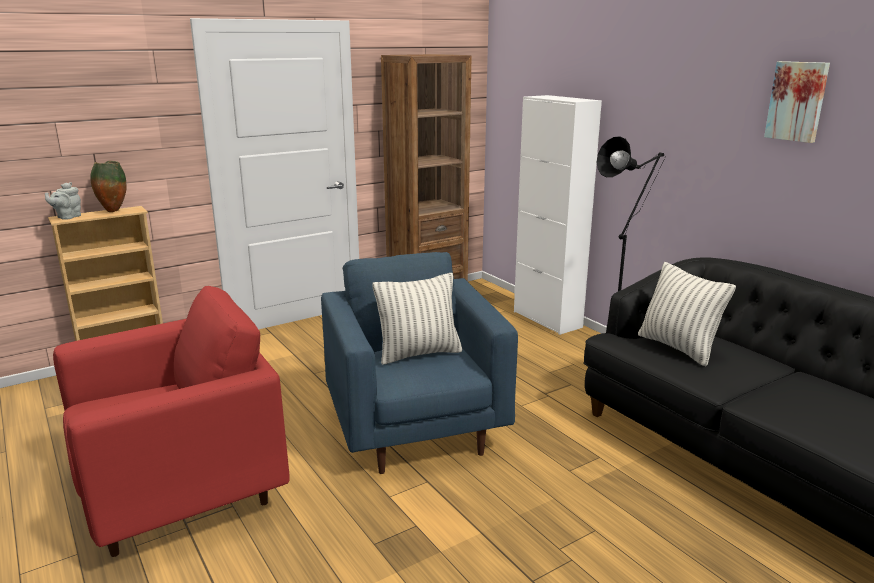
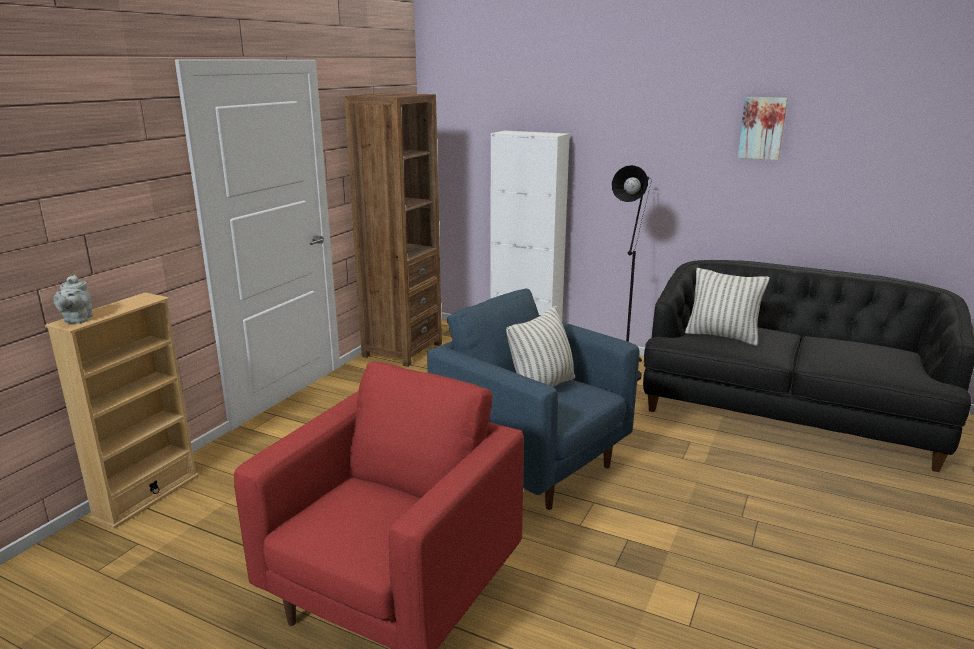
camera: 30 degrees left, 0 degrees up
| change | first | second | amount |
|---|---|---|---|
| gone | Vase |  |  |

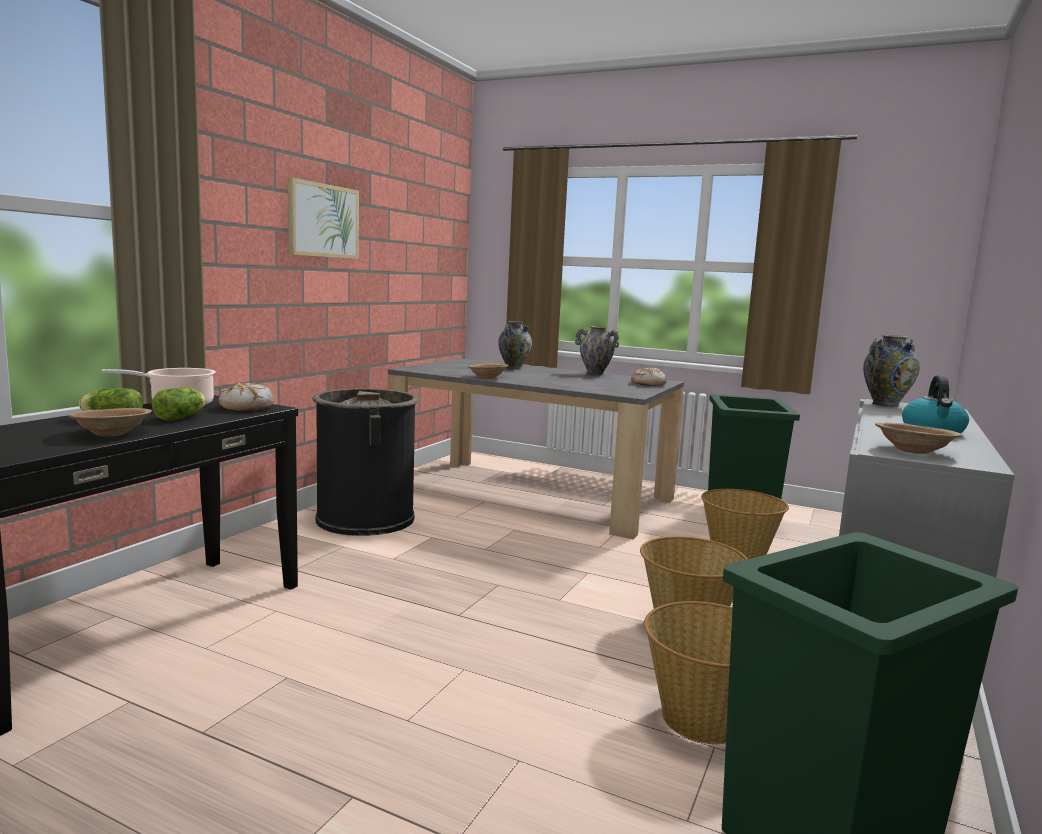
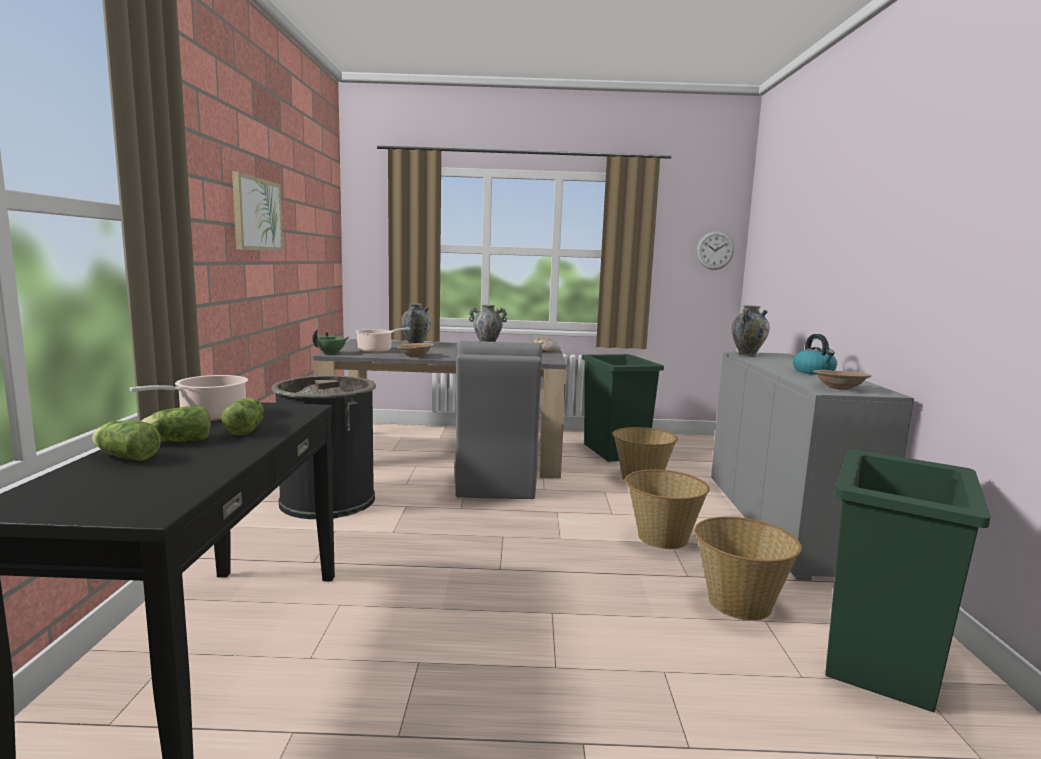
camera: 25 degrees left, 0 degrees up
| change | first | second | amount |
|---|---|---|---|
| gone | Brot (no. 1 from left) |  |  |
| gone | Schüssel [braun] (no. 1 from left) |  |  |
| new |  | Wanduhr |  |
| new |  | Kochtopf (no. 2 from left) |  |
| new |  | Teekanne [grün] |  |
| new |  | Stuhl [grau] |  |
| new |  | Salatkopf (no. 1 from left) |  |

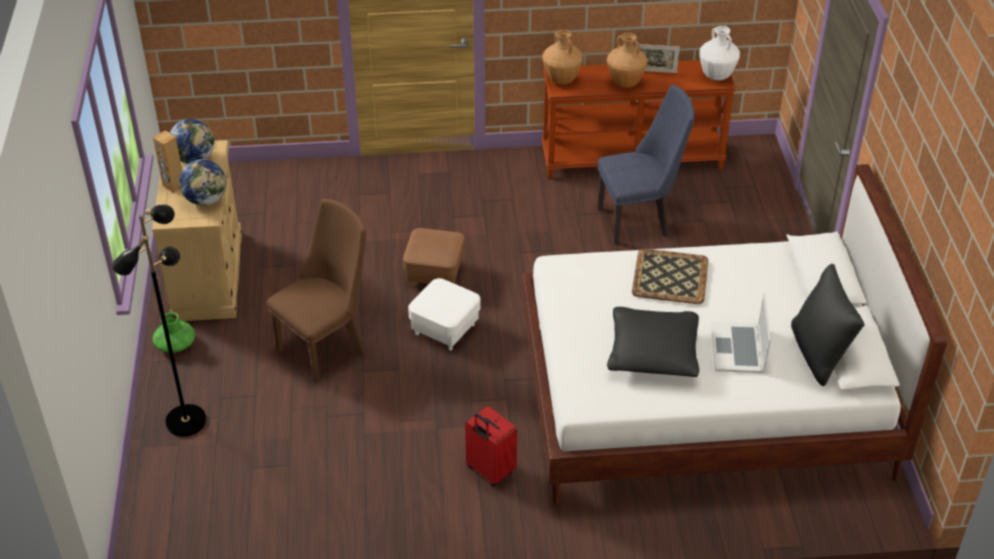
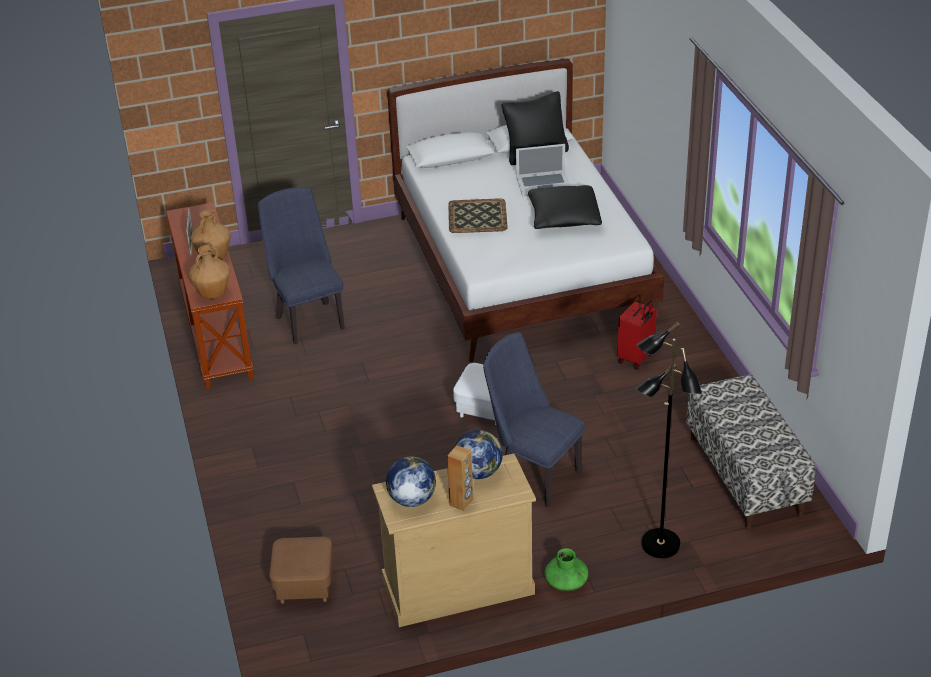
camera: 100 degrees left, 5 degrees down
| change | first | second | amount |
|---|---|---|---|
| gone | Vase [weiß] |  |  |
| repainted | Stuhl [braun] | Stuhl [blau] (no. 2 from left) |  |
| shifted | Polsterhocker [braun] |  |  |
| new |  | Bank |  |

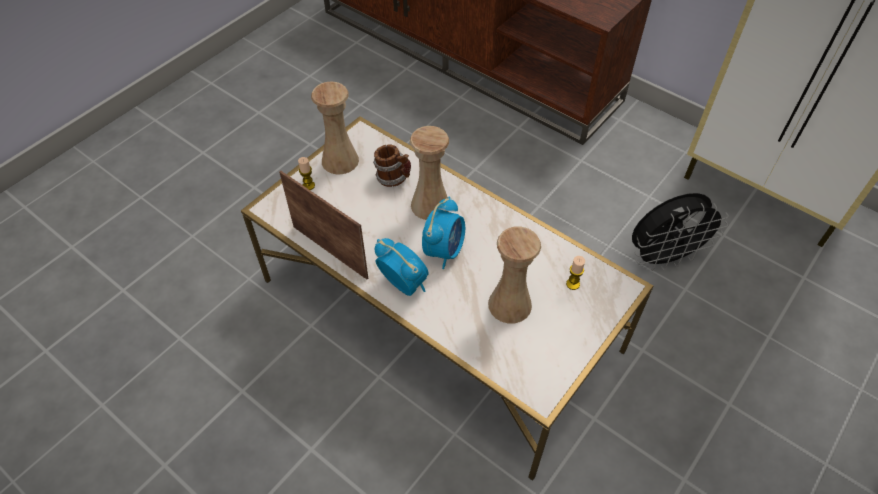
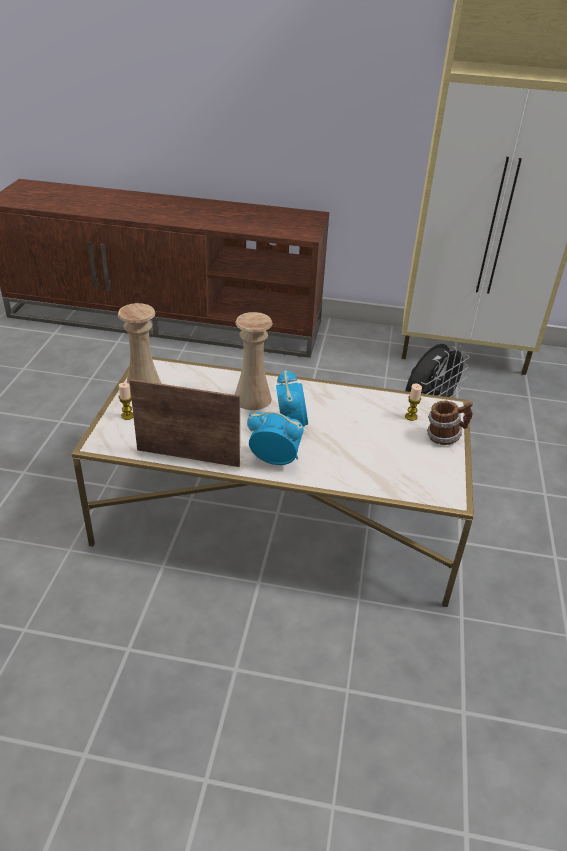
camera: 30 degrees left, 15 degrees down
| change | first | second | amount |
|---|---|---|---|
| shifted | Henkelbecher |  |  |
| gone | Vase [beige] (no. 3 from left) |  |  |

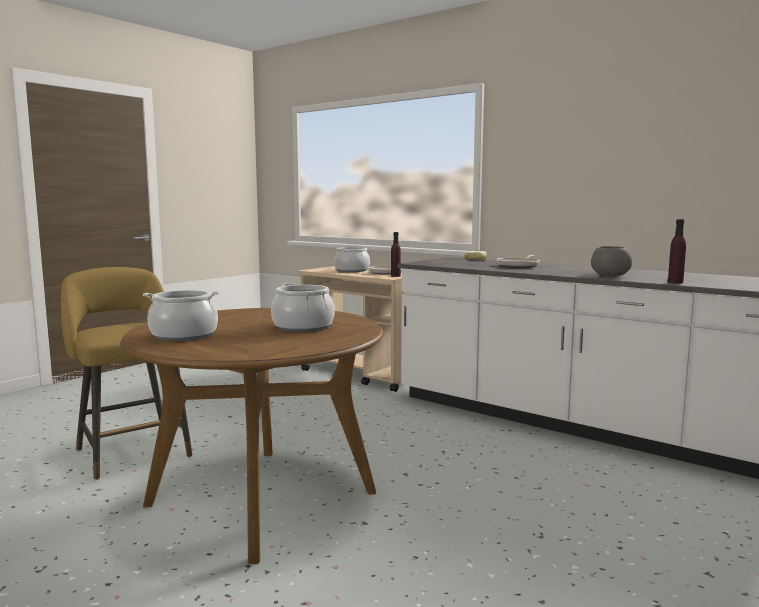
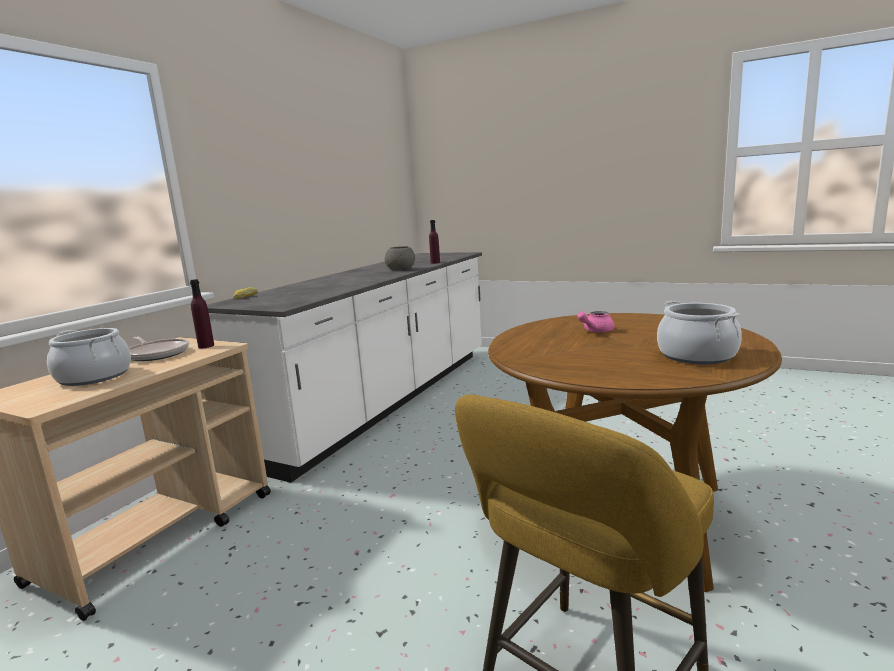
camera: 100 degrees left, 5 degrees up
| change | first | second | amount |
|---|---|---|---|
| gone | Pfanne (no. 2 from left) |  |  |
| swapped | Kochtopf (no. 2 from left) | Teekanne [rosa] |  |

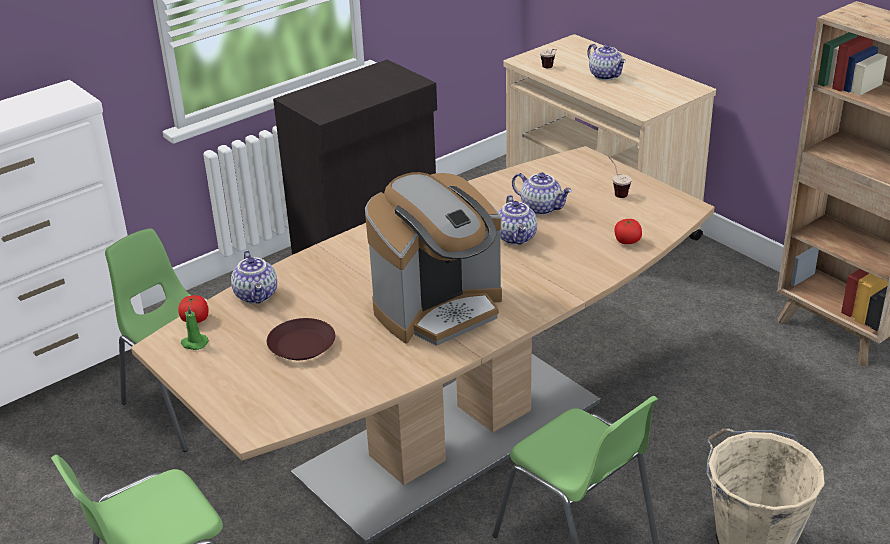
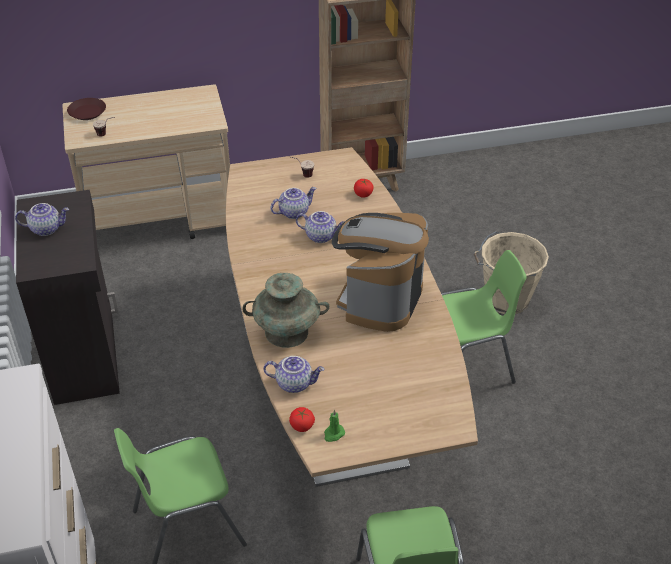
camera: 65 degrees left, 10 degrees up
| change | first | second | amount |
|---|---|---|---|
| shifted | Teekanne (no. 4 from left in the first image) | Teekanne (no. 1 from left) |  |
| rotated | Kaffeemaschine |  | 150 degrees counterclockwise |
| shifted | Teller [braun] |  |  |
| new |  | Vase [türkis] |  |

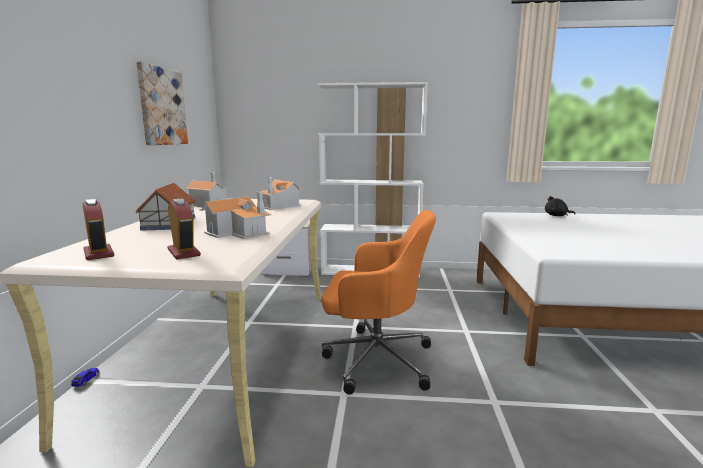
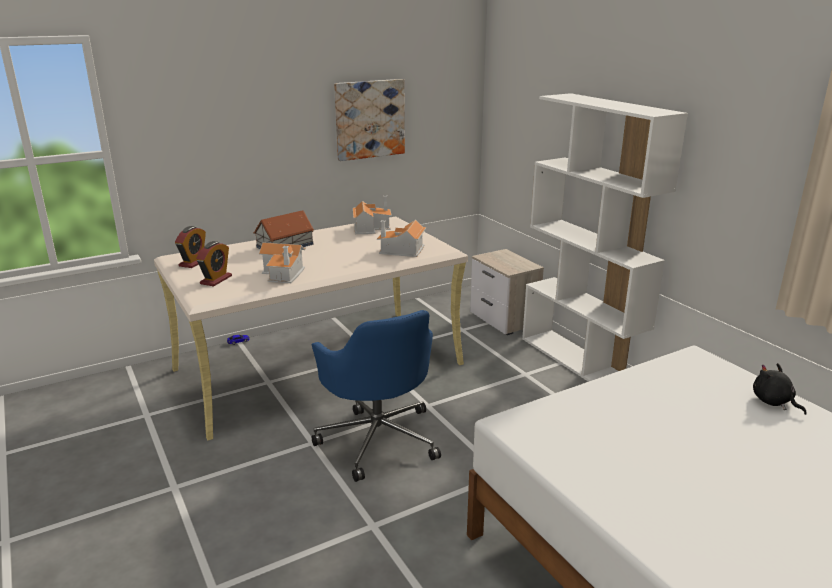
camera: 55 degrees right, 10 degrees up
| change | first | second | amount |
|---|---|---|---|
| repainted | Bürostuhl [orange] | Bürostuhl [blau] |  |

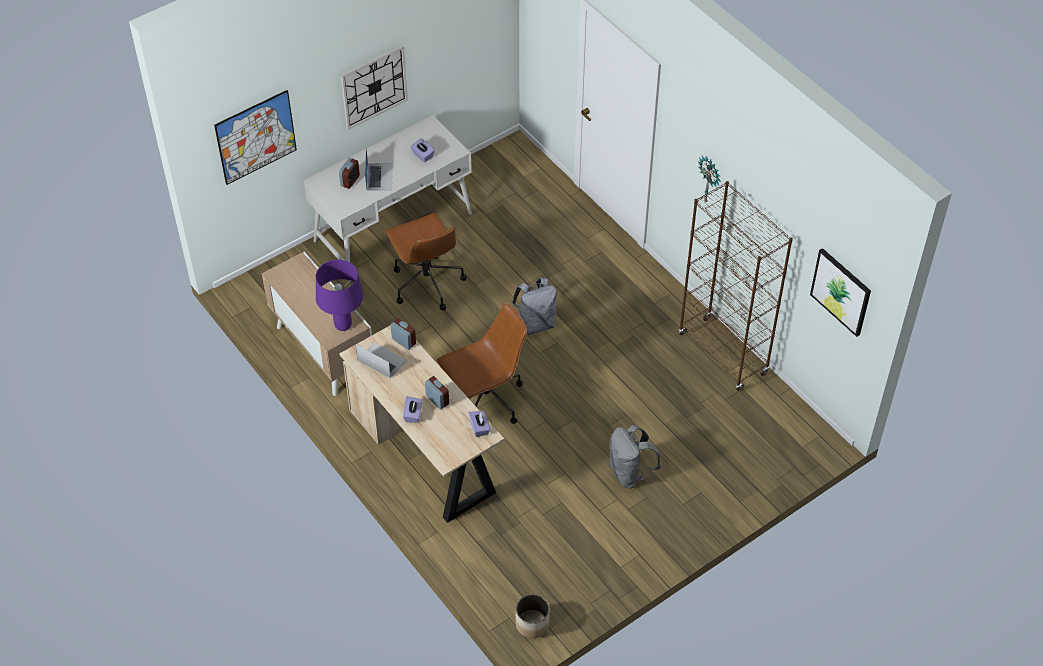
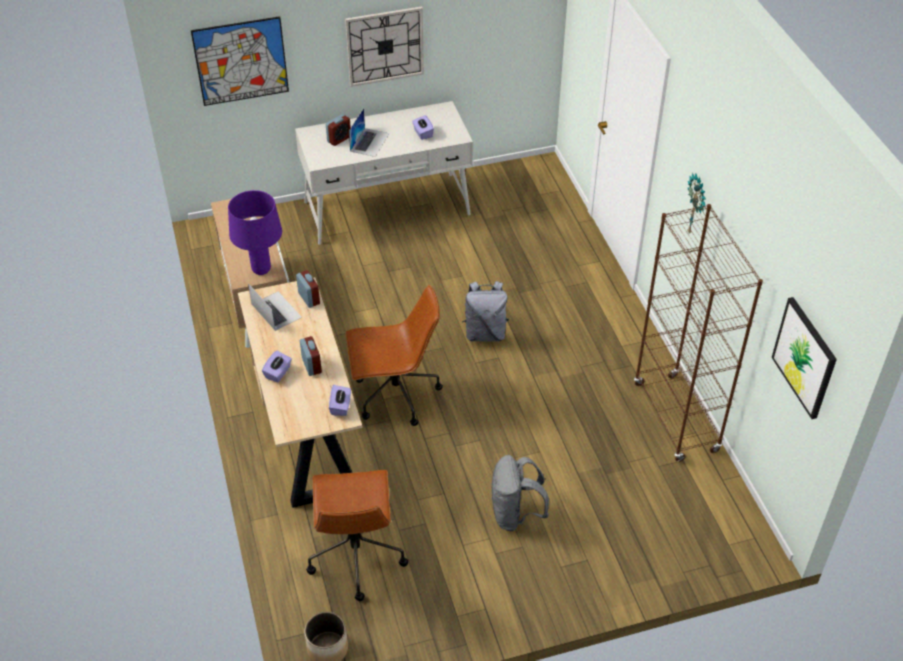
camera: 20 degrees right, 5 degrees down
| change | first | second | amount |
|---|---|---|---|
| shifted | Bürostuhl [braun] (no. 1 from left) |  |  |

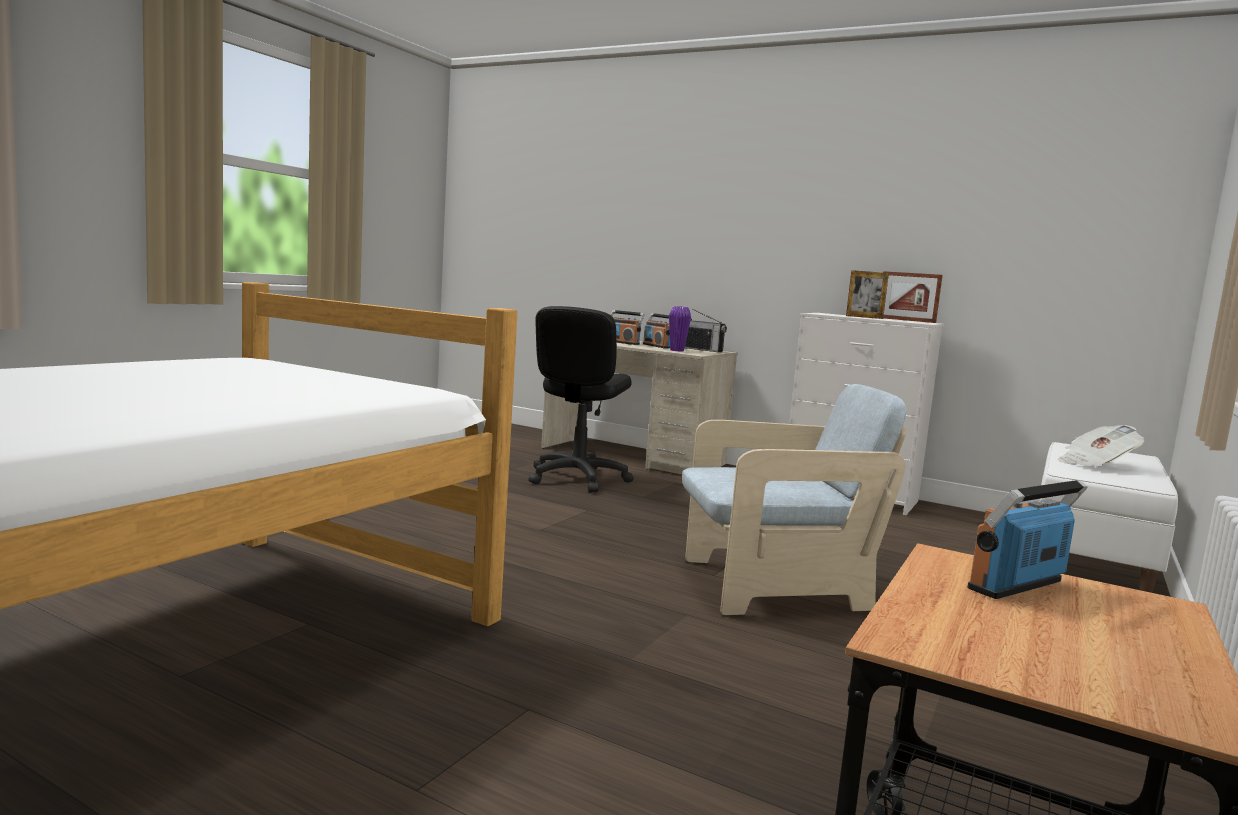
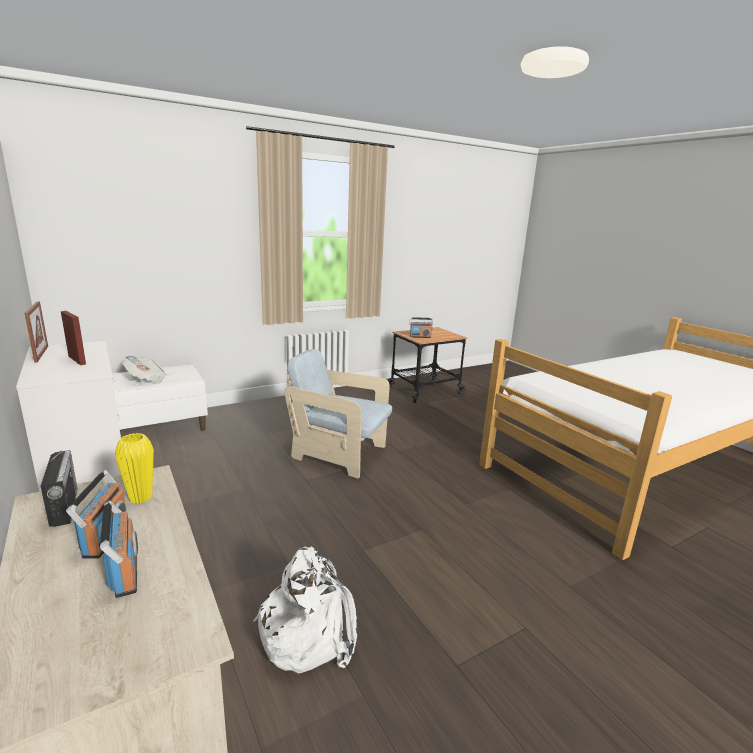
camera: 150 degrees left, 10 degrees up
| change | first | second | amount |
|---|---|---|---|
| swapped | Bürostuhl [schwarz] | Rucksack [weiß] |  |
| repainted | Vase [lila] | Vase [gelb] |  |

